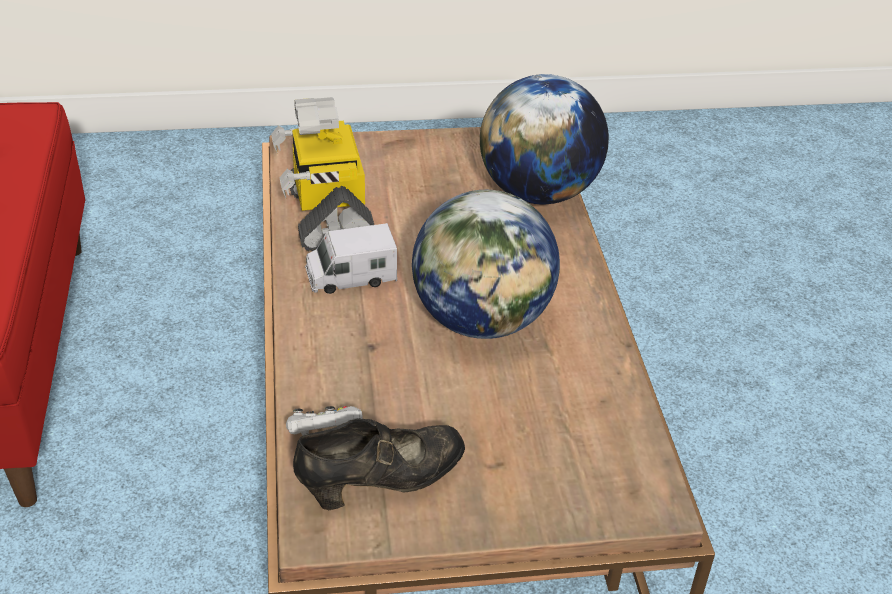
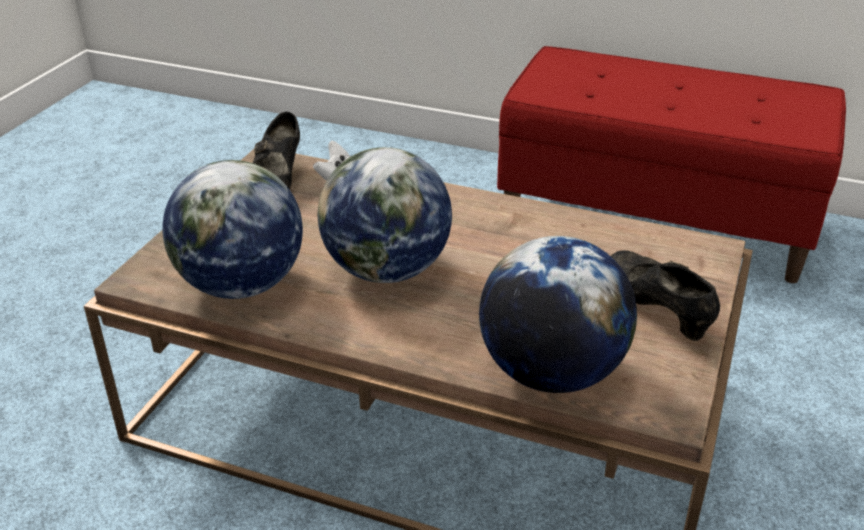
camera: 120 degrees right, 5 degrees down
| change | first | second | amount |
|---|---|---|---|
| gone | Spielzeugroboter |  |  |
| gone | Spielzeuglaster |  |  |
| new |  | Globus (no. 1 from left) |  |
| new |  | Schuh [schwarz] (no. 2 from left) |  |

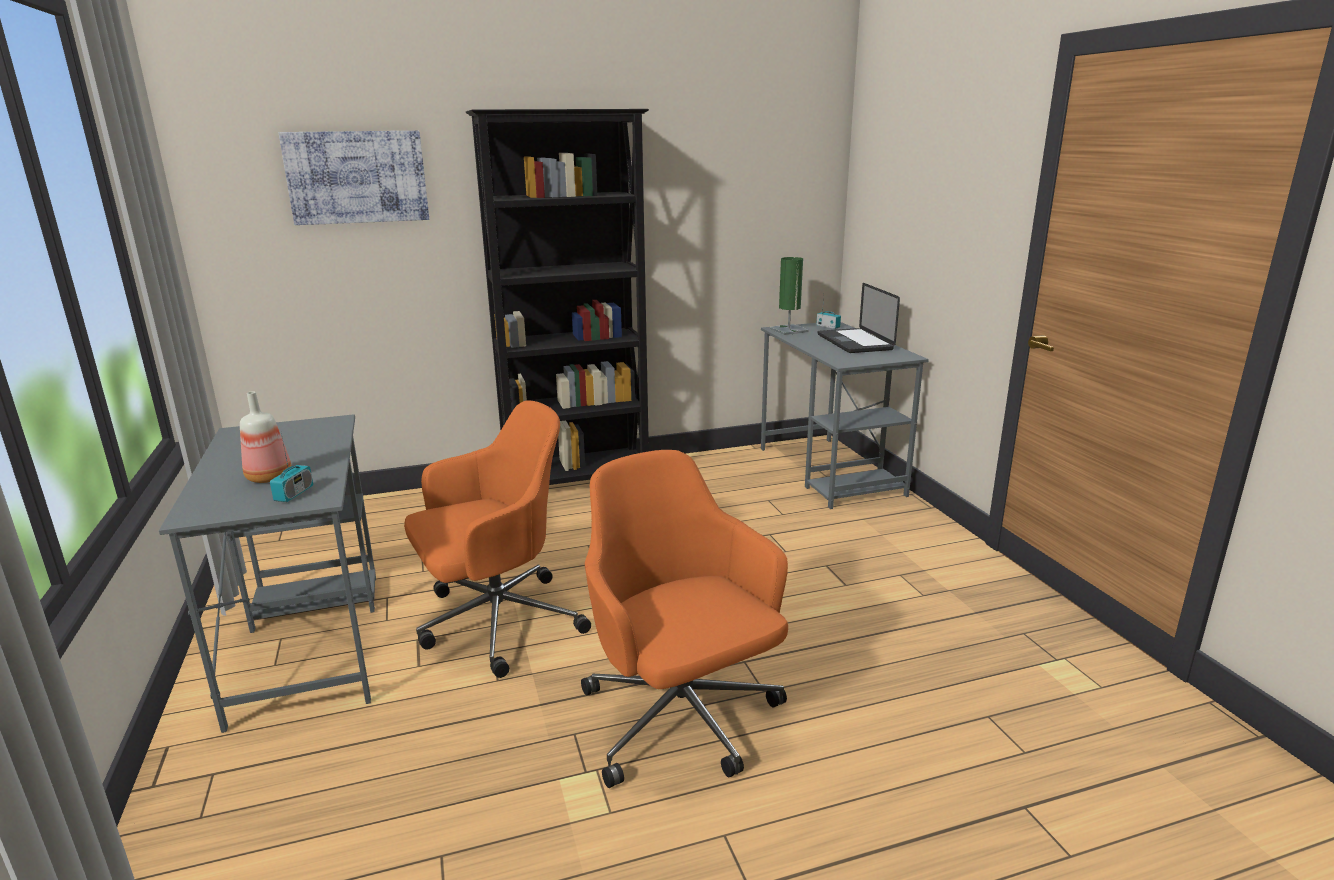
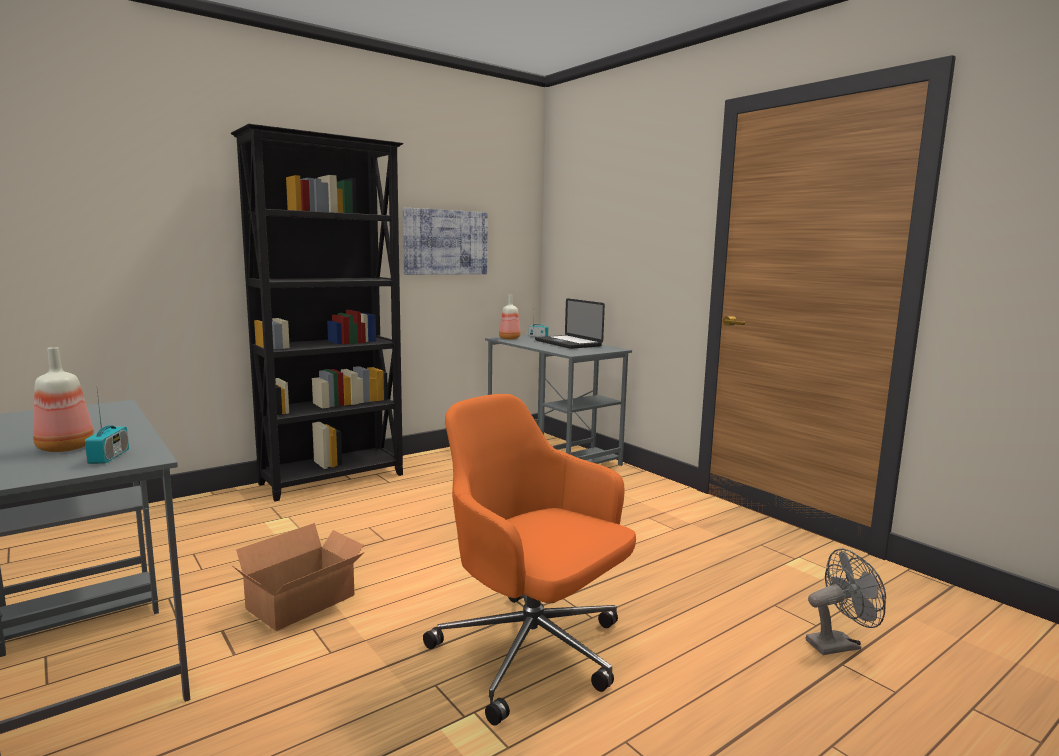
camera: 20 degrees left, 10 degrees down
| change | first | second | amount |
|---|---|---|---|
| shifted | Bild |  |  |
| swapped | Tischlampe [grün] | Flasche (no. 2 from left) |  |
| swapped | Bürostuhl [orange] (no. 1 from left) | Karton |  |
| new |  | Ventilator [grau] |  |

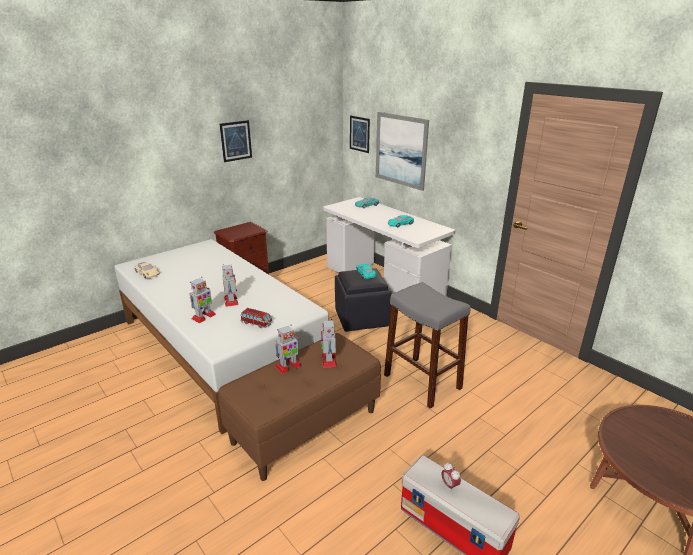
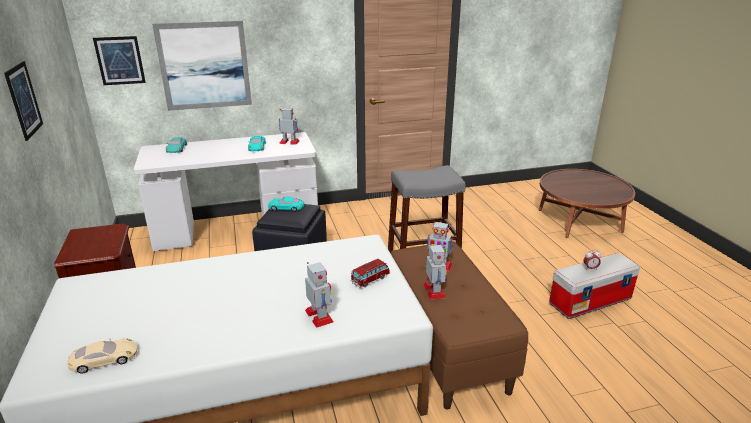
camera: 65 degrees left, 0 degrees up
| change | first | second | amount |
|---|---|---|---|
| shifted | Spielzeugroboter (no. 2 from left in the first image) | Spielzeugroboter (no. 1 from left) |  |

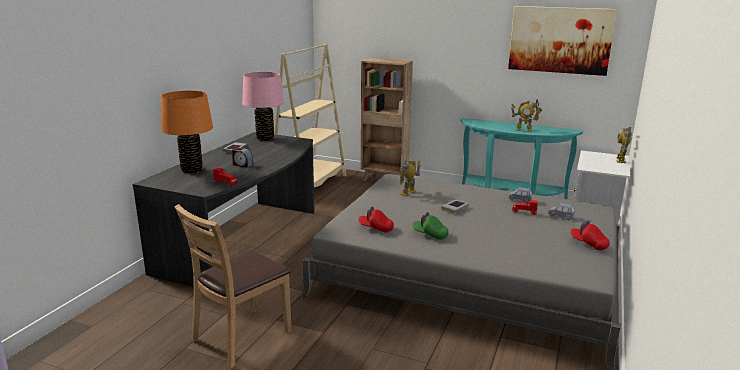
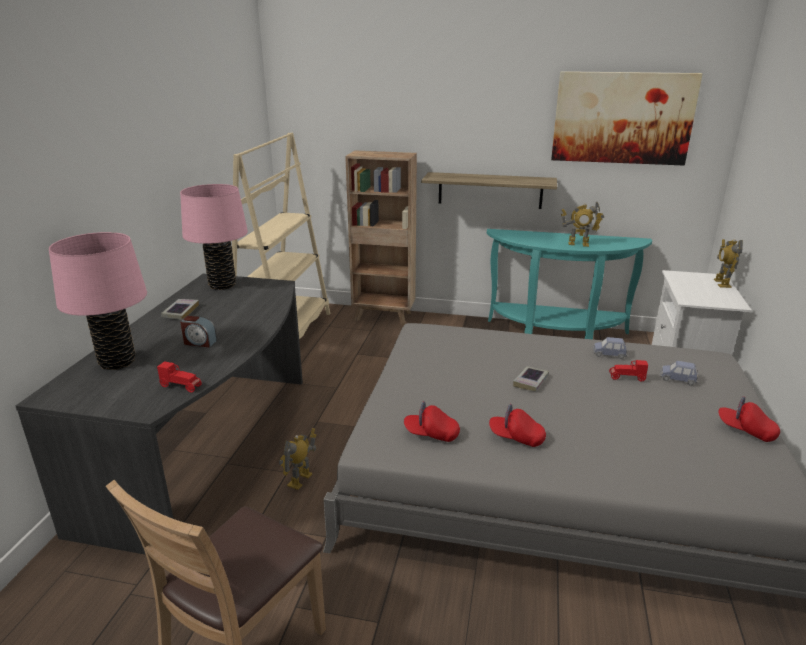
camera: 10 degrees left, 5 degrees up
| change | first | second | amount |
|---|---|---|---|
| repainted | Tischlampe [orange] | Tischlampe [rosa] (no. 1 from left) |  |
| shifted | Spielzeugroboter (no. 1 from left) |  |  |
| repainted | Kappe [grün] | Kappe [rot] (no. 2 from left) |  |
| new |  | Wandregal |  |

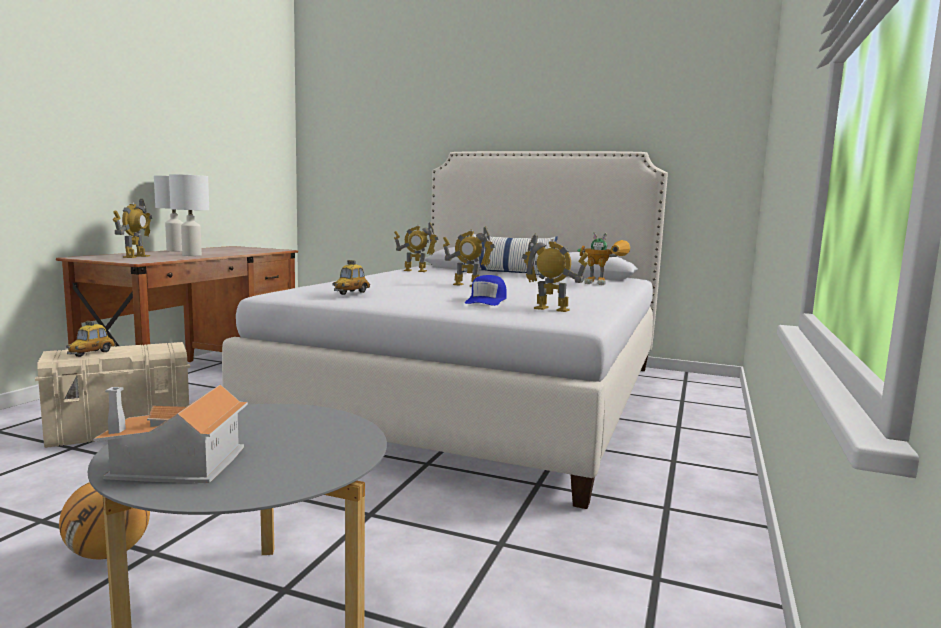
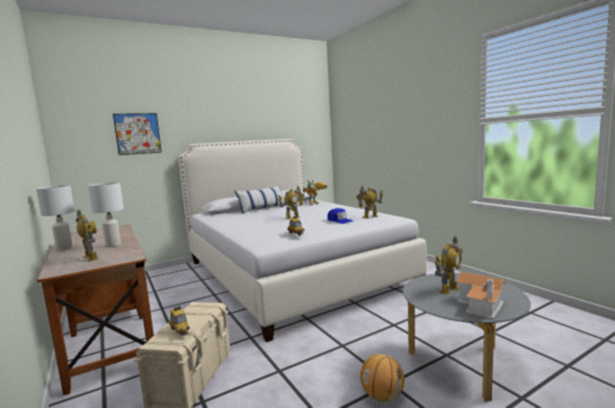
camera: 50 degrees left, 0 degrees up
| change | first | second | amount |
|---|---|---|---|
| shifted | Spielzeugroboter (no. 2 from left in the first image) | Spielzeugroboter (no. 5 from left) |  |
| new |  | Bild |  |

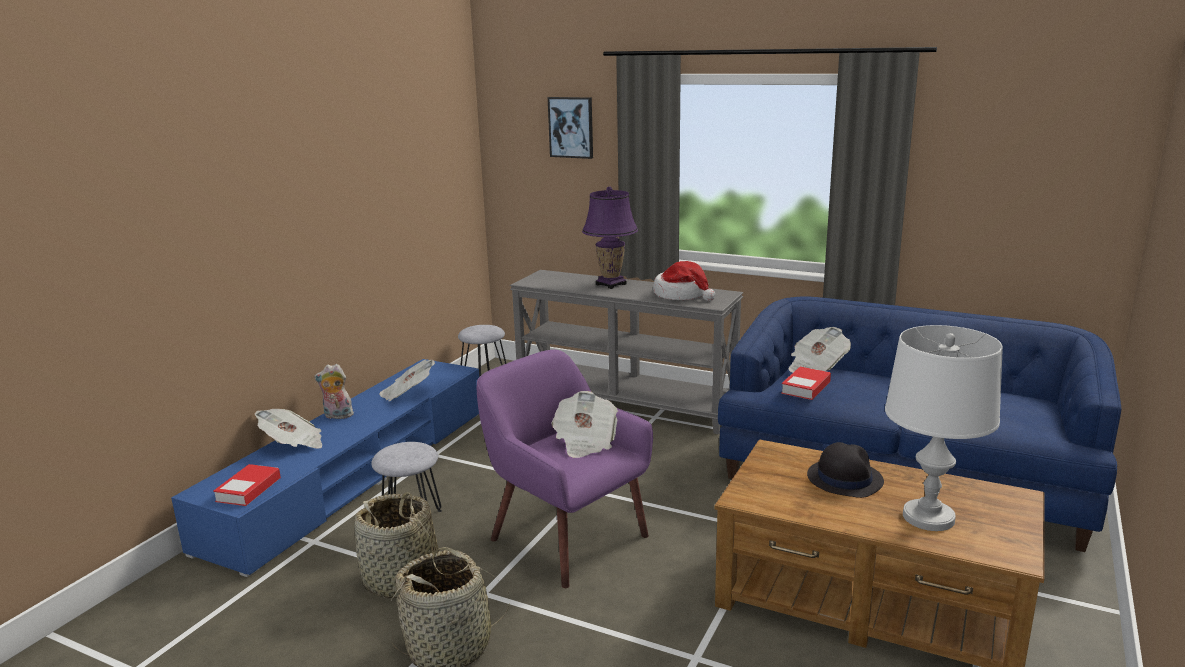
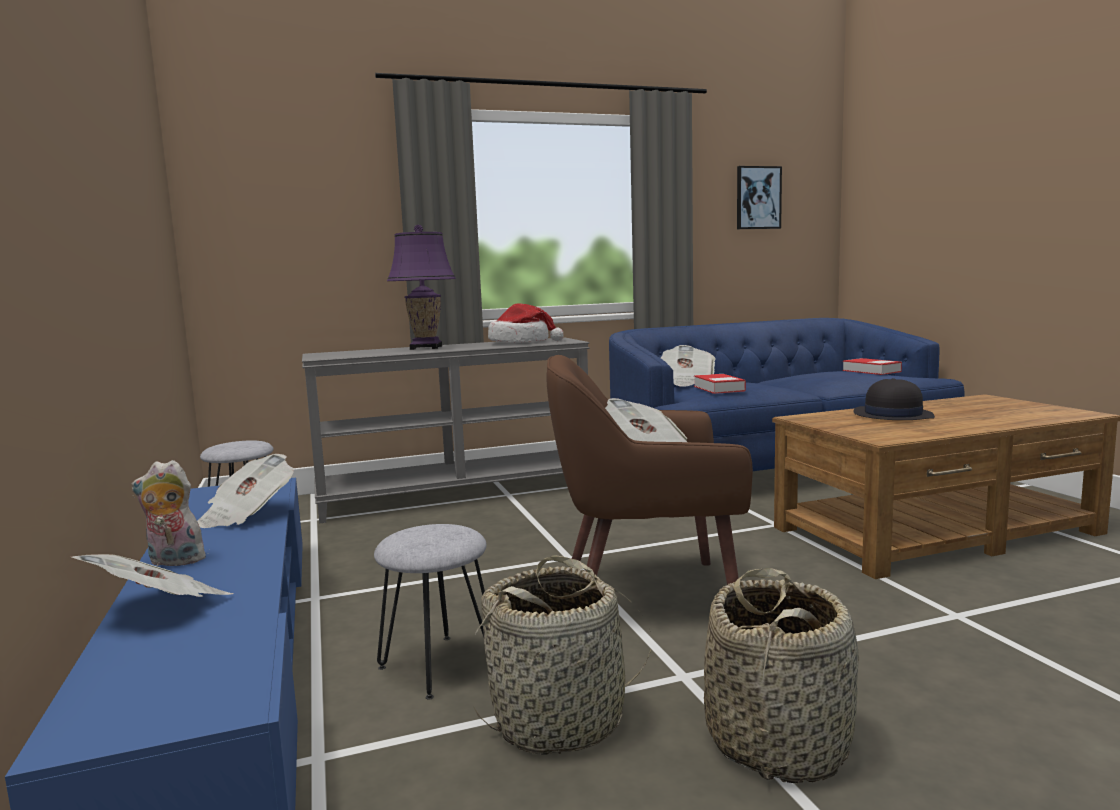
camera: 45 degrees left, 10 degrees down
| change | first | second | amount |
|---|---|---|---|
| shifted | Bild |  |  |
| gone | Tischlampe [weiß] |  |  |
| repainted | Sessel [lila] | Sessel [braun] |  |
| rotated | Plüschtier |  | 45 degrees clockwise |
| shifted | Buch (no. 1 from left in the first image) | Buch (no. 2 from left) |  |

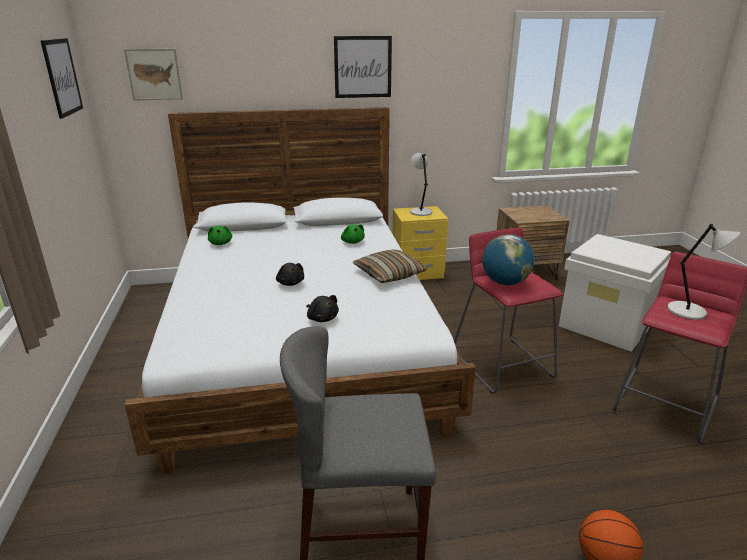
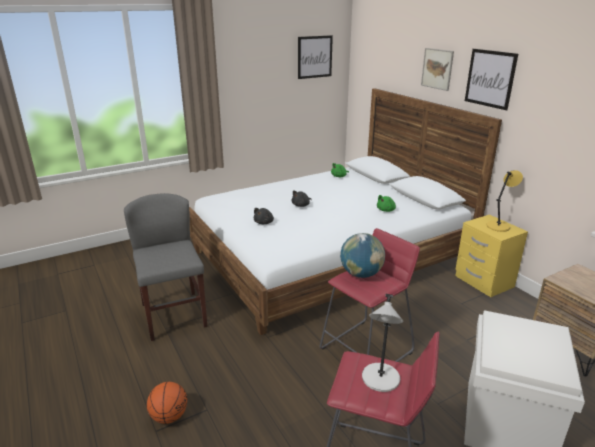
camera: 70 degrees right, 0 degrees up
| change | first | second | amount |
|---|---|---|---|
| shifted | Bild (no. 2 from left) |  |  |
| repainted | Tischlampe [grau] (no. 1 from left) | Tischlampe [gelb] |  |
| gone | Kissen |  |  |

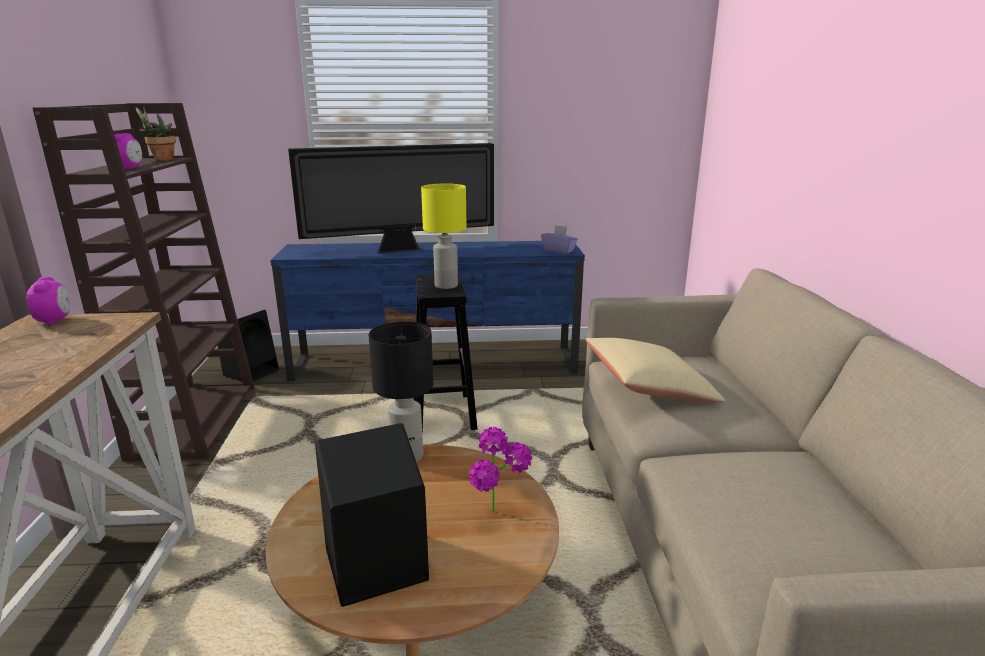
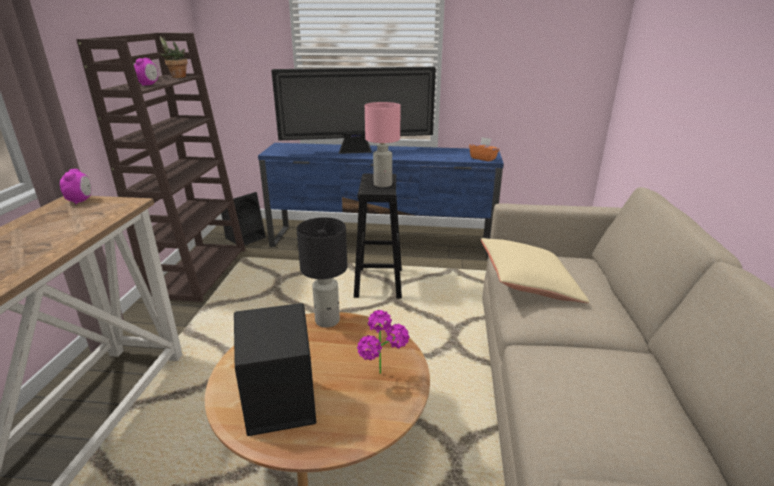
camera: 10 degrees right, 5 degrees up
| change | first | second | amount |
|---|---|---|---|
| repainted | Tischlampe [gelb] | Tischlampe [rosa] |  |
| repainted | Taschentuchbox [lila] | Taschentuchbox [orange] |  |

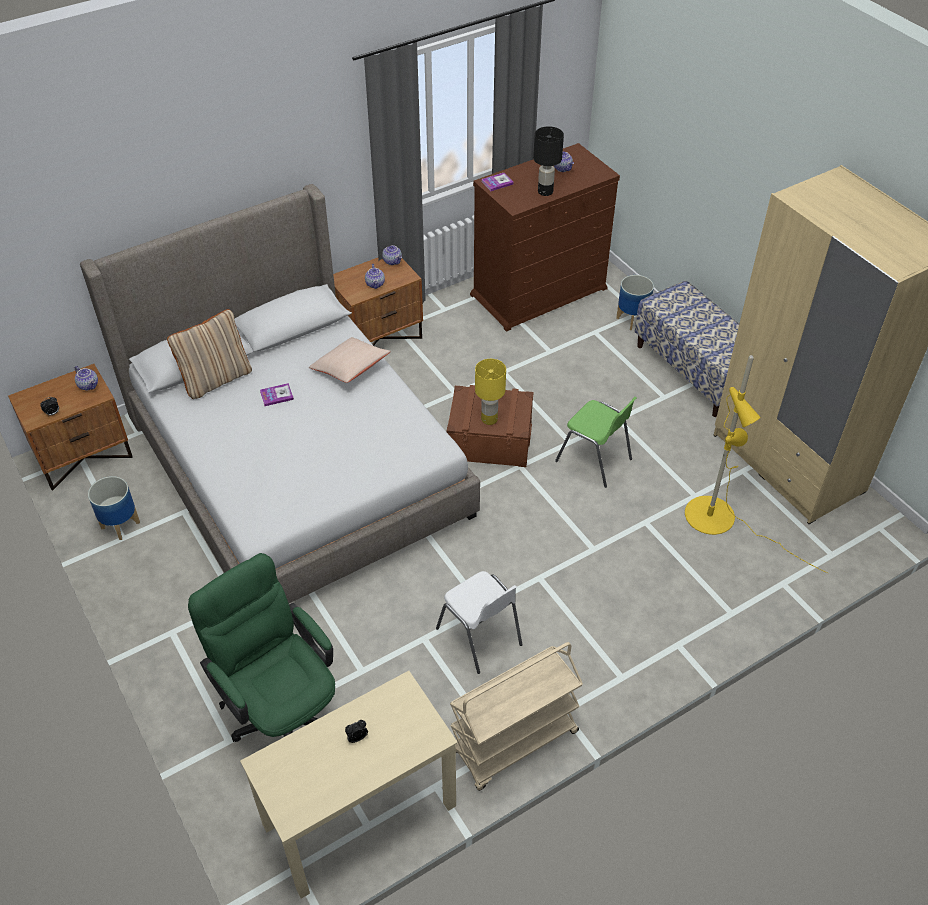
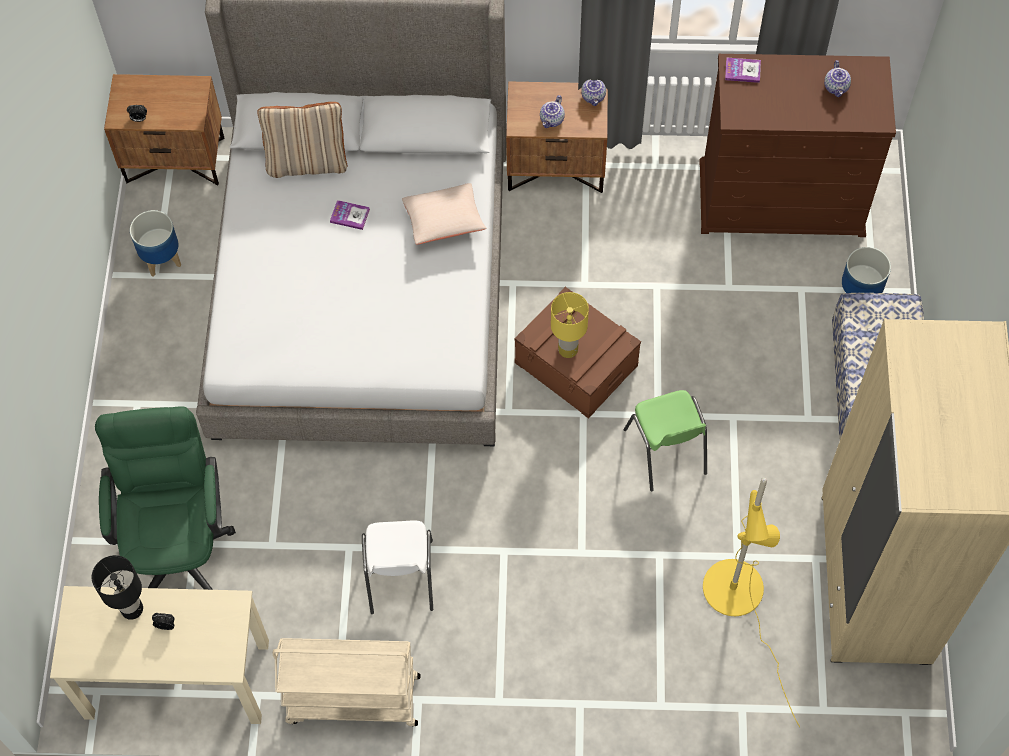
camera: 35 degrees right, 15 degrees up
| change | first | second | amount |
|---|---|---|---|
| shifted | Tischlampe [schwarz] |  |  |
| gone | Teekanne (no. 1 from left) |  |  |

